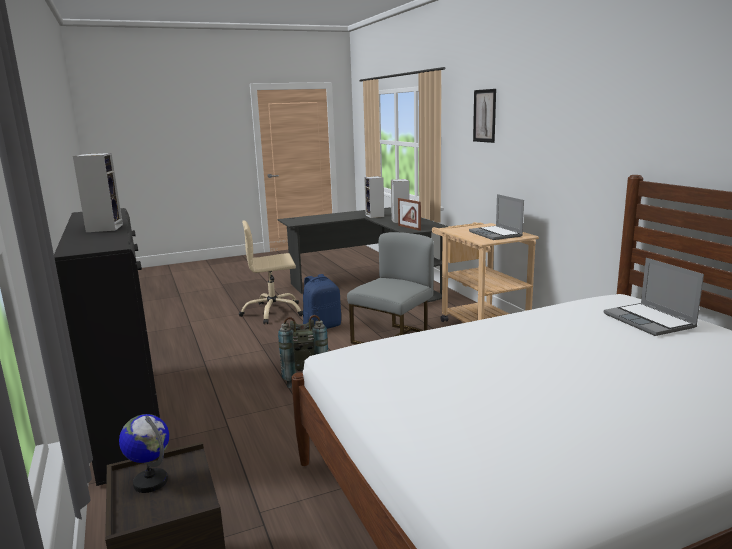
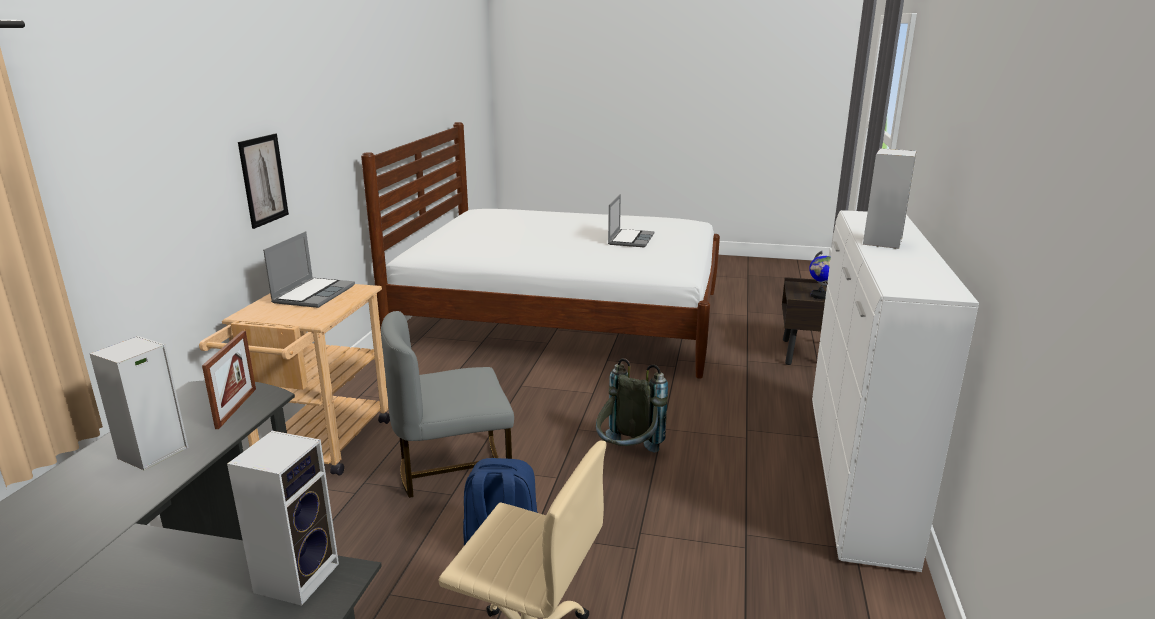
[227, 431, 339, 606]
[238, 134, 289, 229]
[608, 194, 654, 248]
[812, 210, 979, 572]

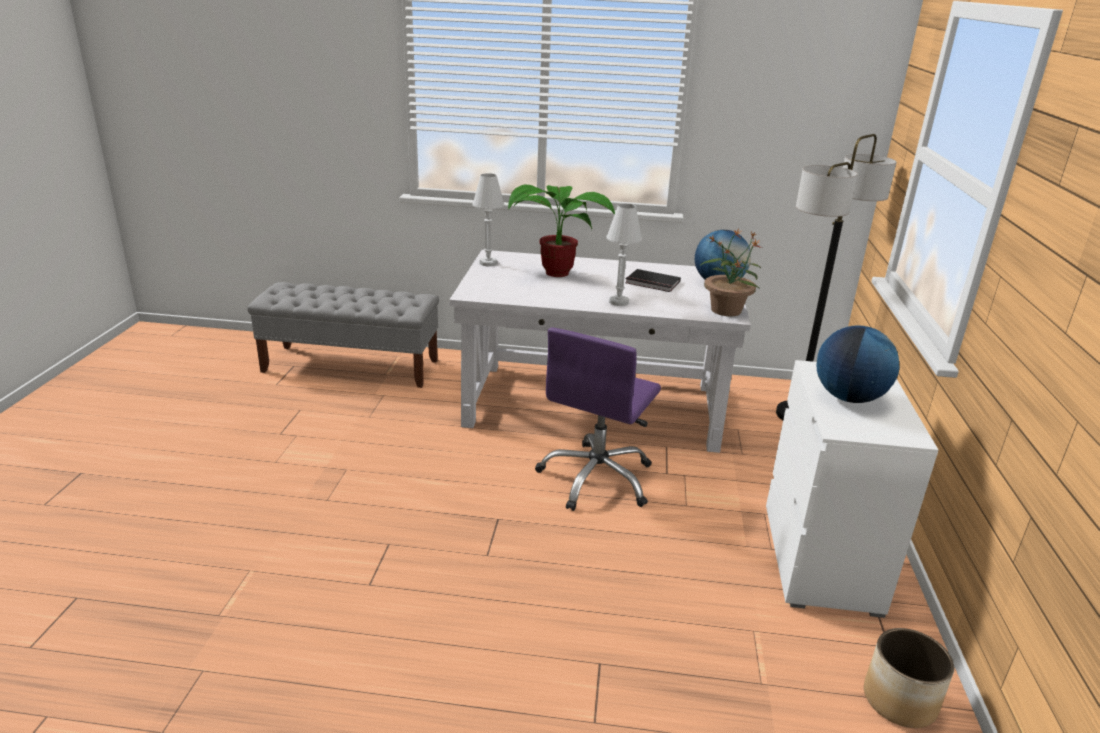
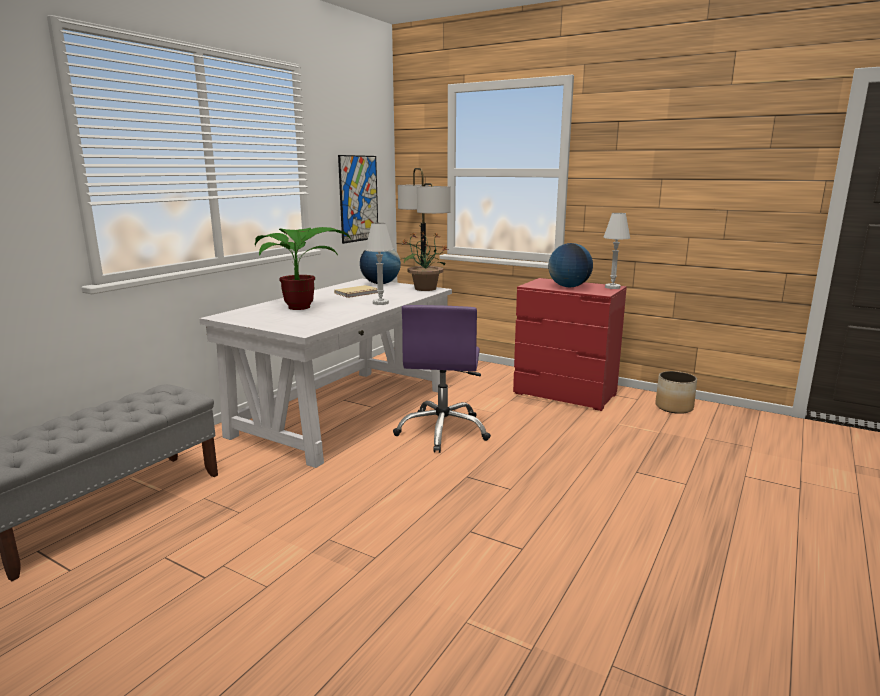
[338, 155, 378, 244]
[603, 213, 630, 289]
[334, 285, 378, 298]
[513, 278, 627, 411]
[393, 305, 491, 453]

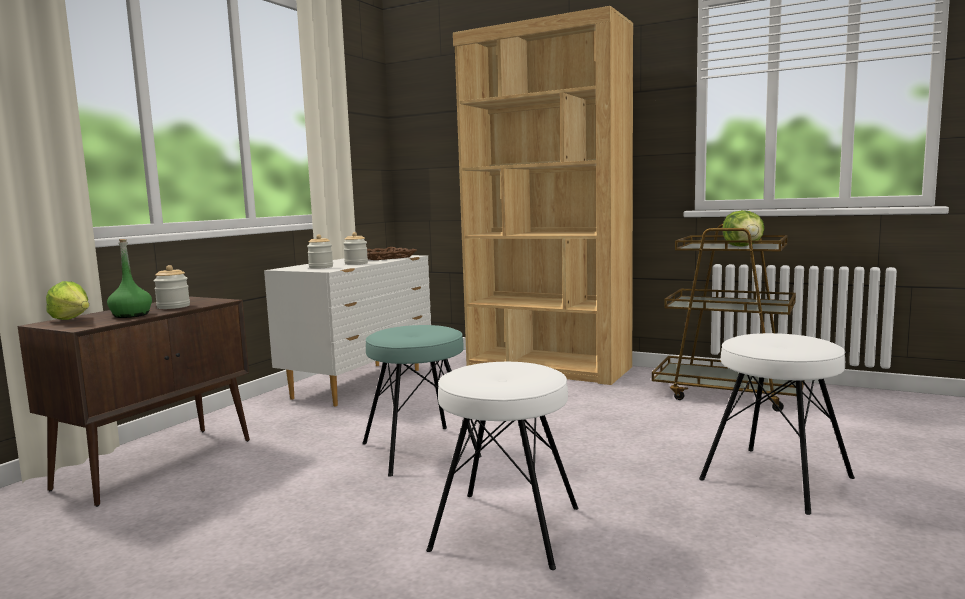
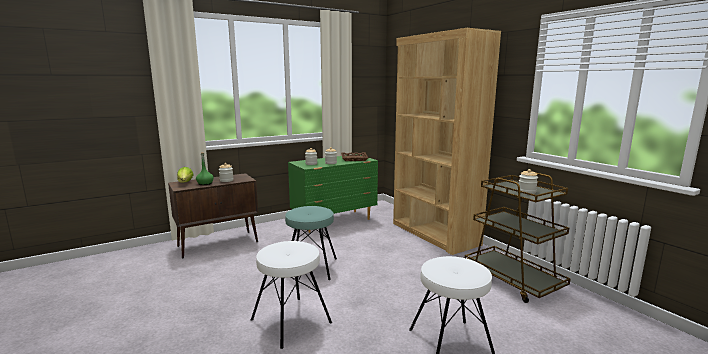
[519, 169, 538, 194]
[288, 155, 378, 233]

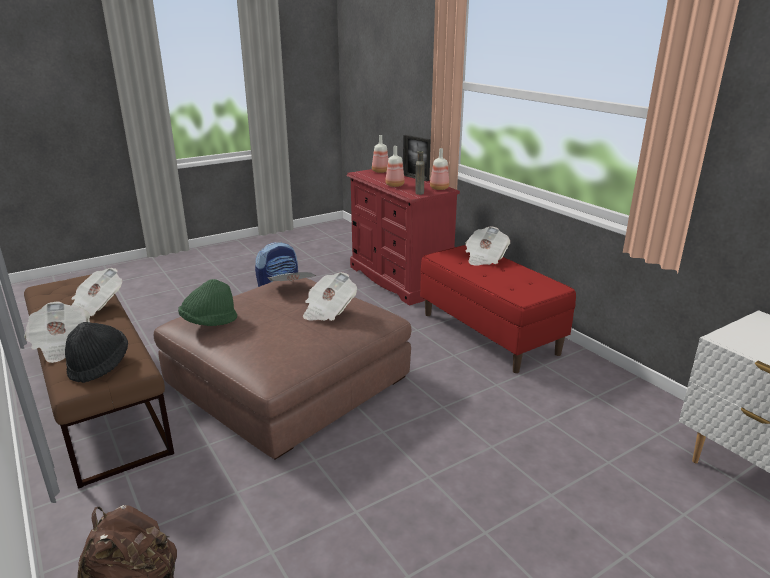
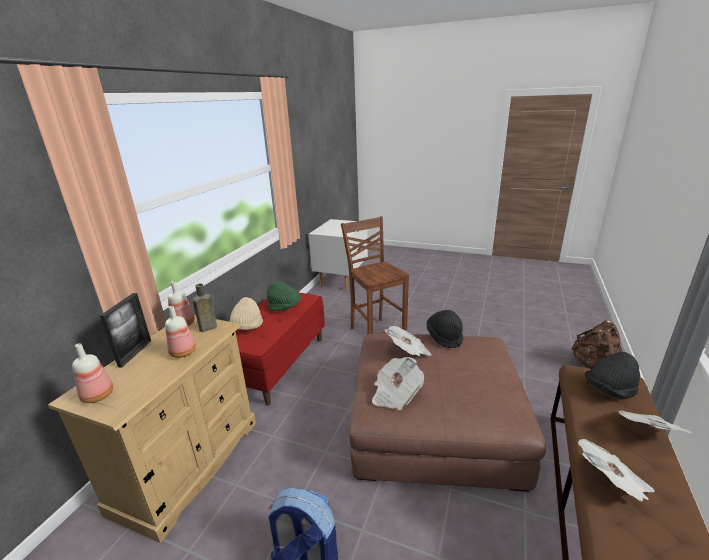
[341, 216, 409, 334]
[426, 310, 463, 348]
[267, 281, 302, 311]
[229, 297, 263, 330]
[48, 315, 256, 543]

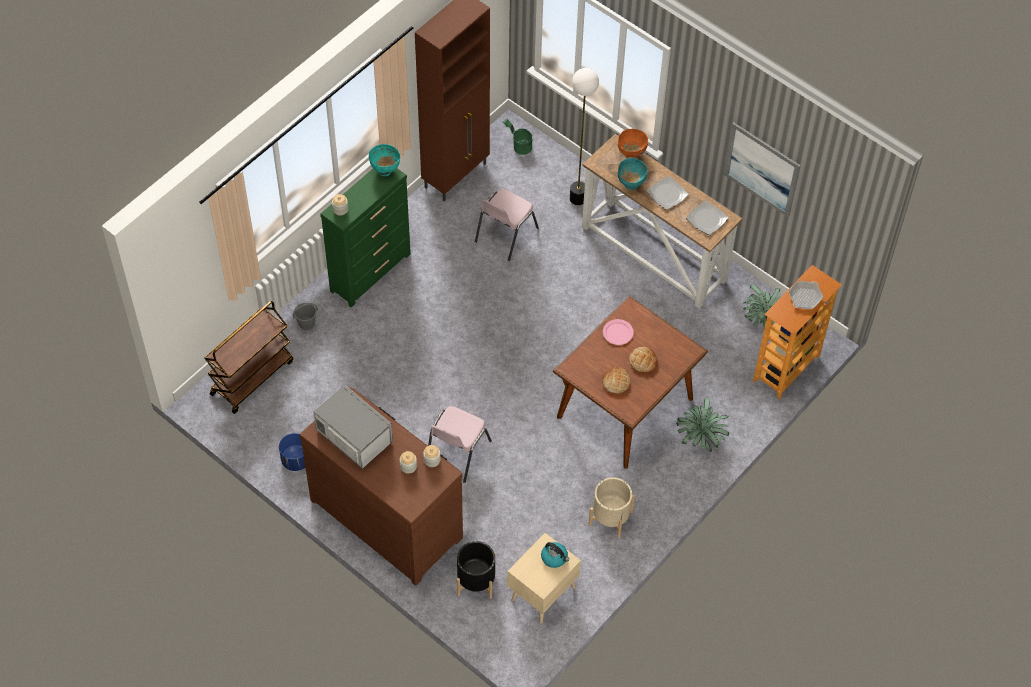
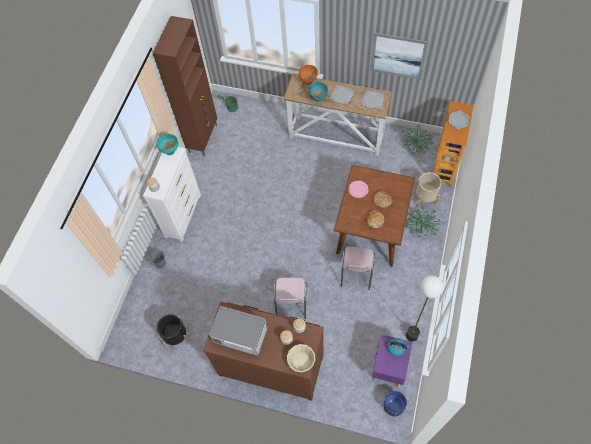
[204, 301, 293, 414] (first image)
[287, 344, 315, 372]
[383, 391, 407, 417]
[157, 314, 190, 350]
[341, 246, 375, 290]
[406, 276, 444, 342]
[415, 172, 442, 206]
[143, 147, 201, 242]
[372, 334, 413, 388]

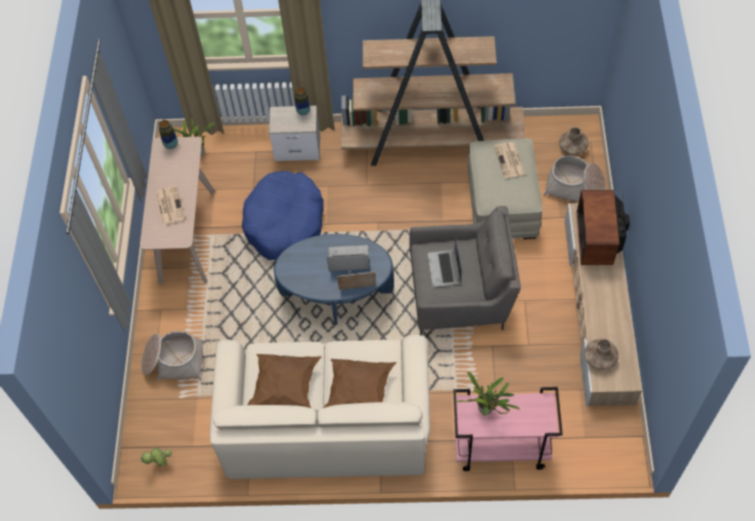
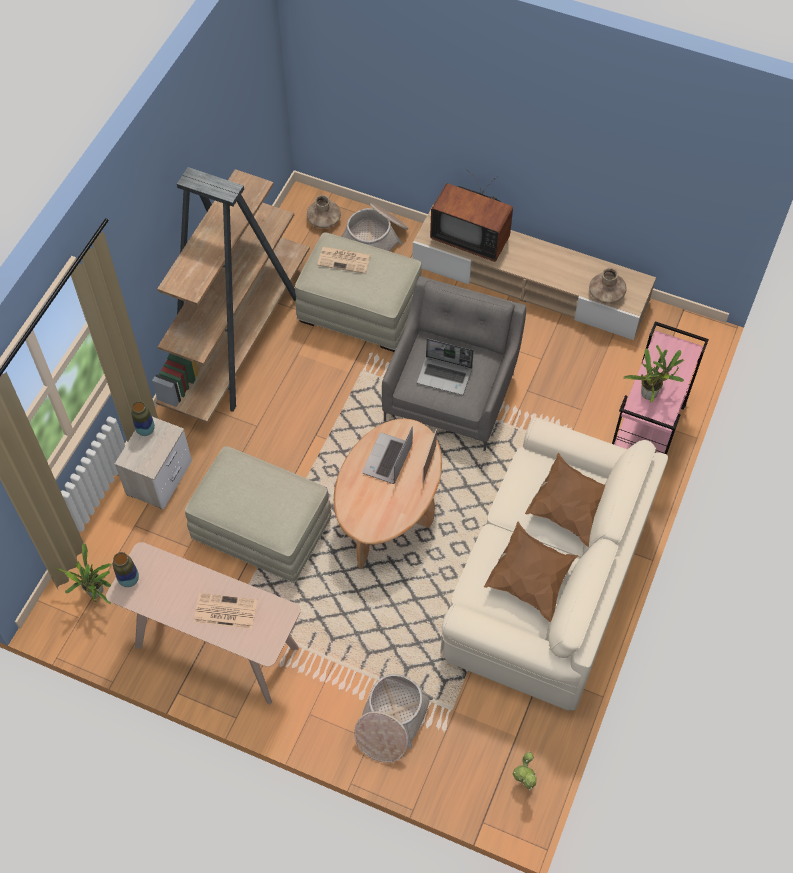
[185, 446, 332, 583]
[334, 419, 442, 569]

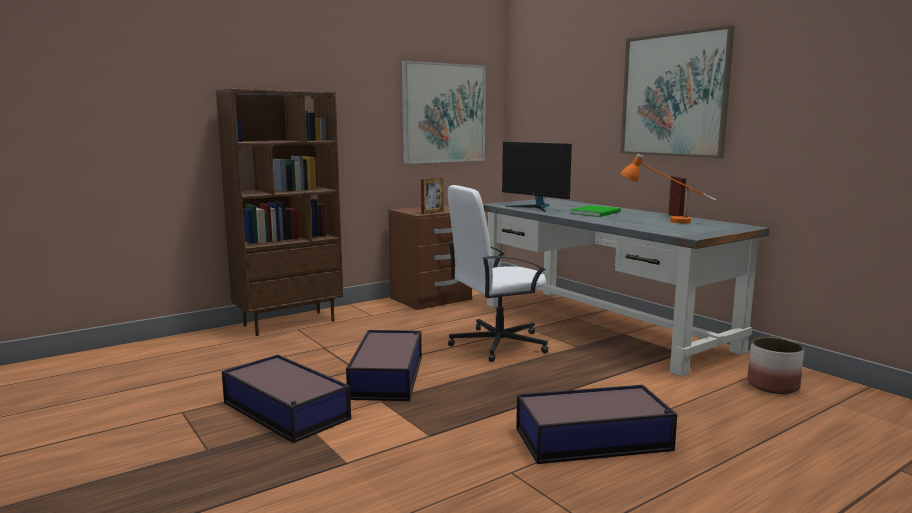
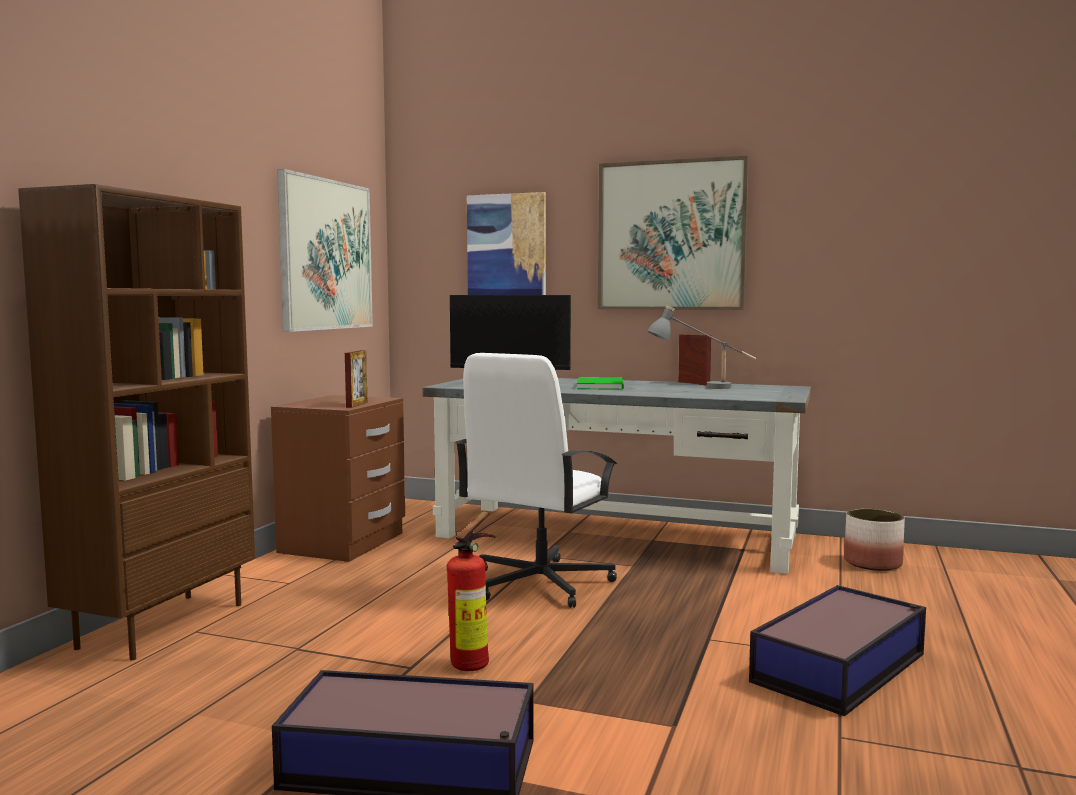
[467, 192, 546, 295]
[447, 512, 495, 671]
[647, 306, 756, 389]

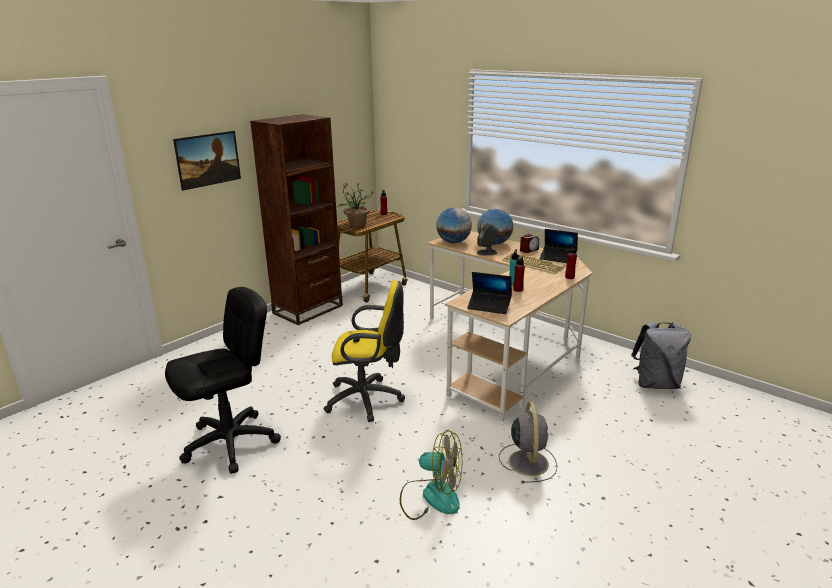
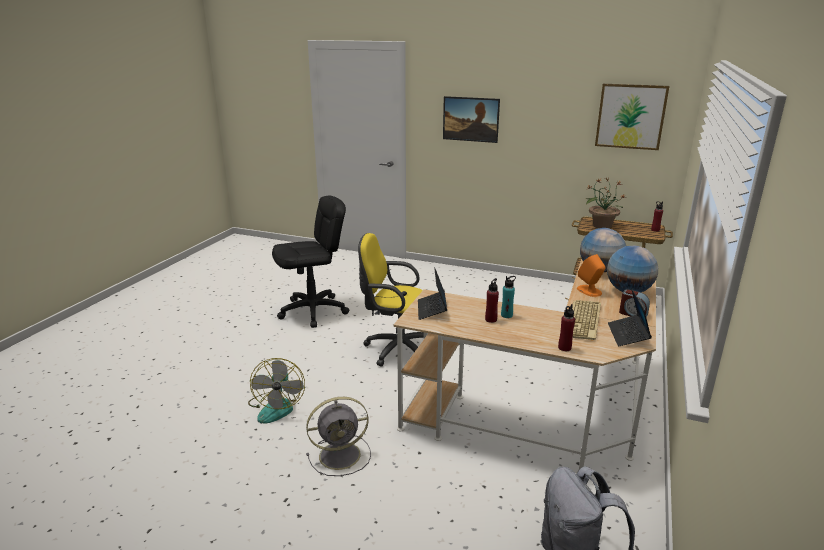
[250, 114, 343, 325] (first image)
[595, 84, 669, 150]
[577, 254, 606, 297]
[272, 196, 349, 328]
[358, 233, 424, 367]

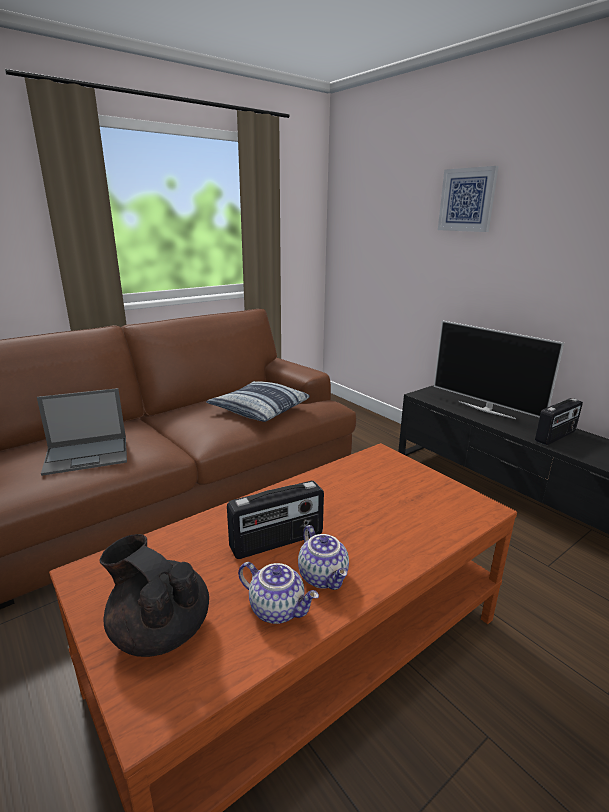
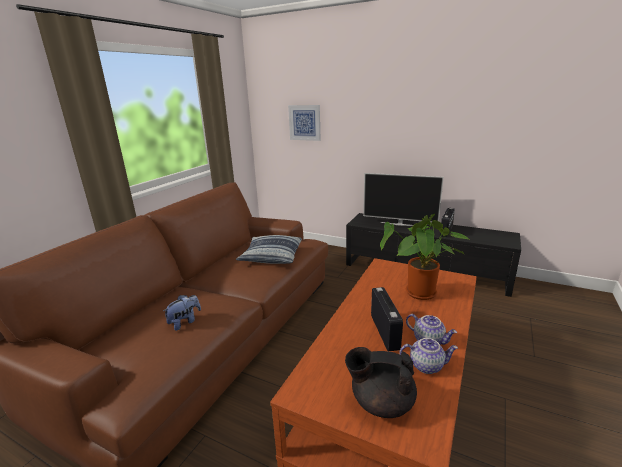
[380, 214, 471, 300]
[288, 105, 321, 141]
[163, 295, 201, 331]
[371, 287, 403, 351]

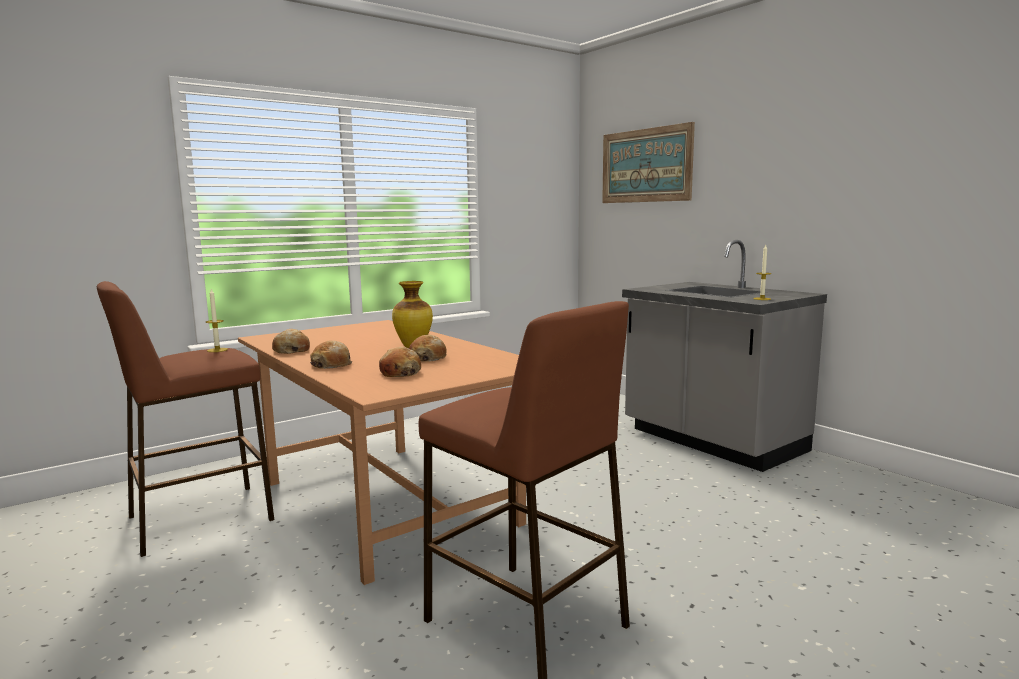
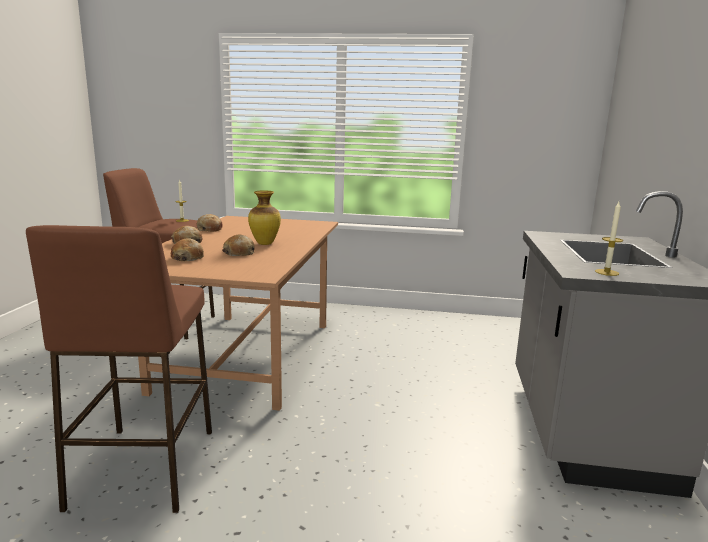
[602, 122, 695, 203] (first image)

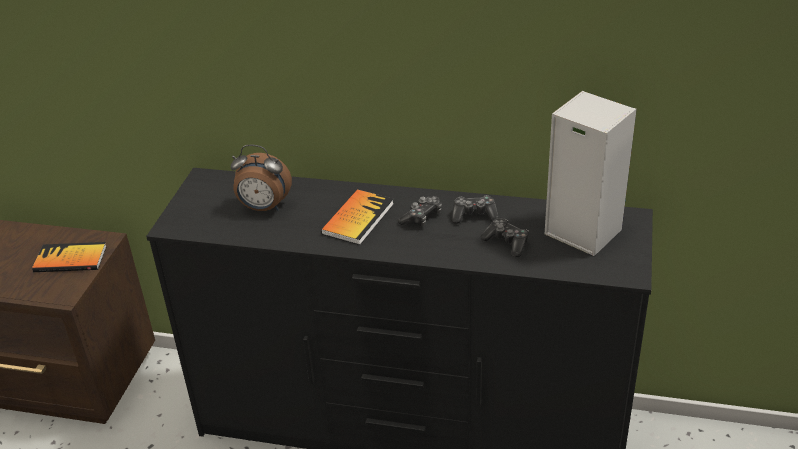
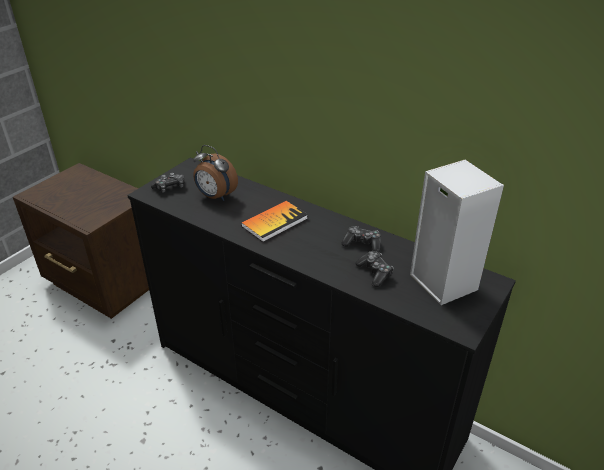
[32, 242, 107, 272] (first image)
[151, 173, 185, 193]

